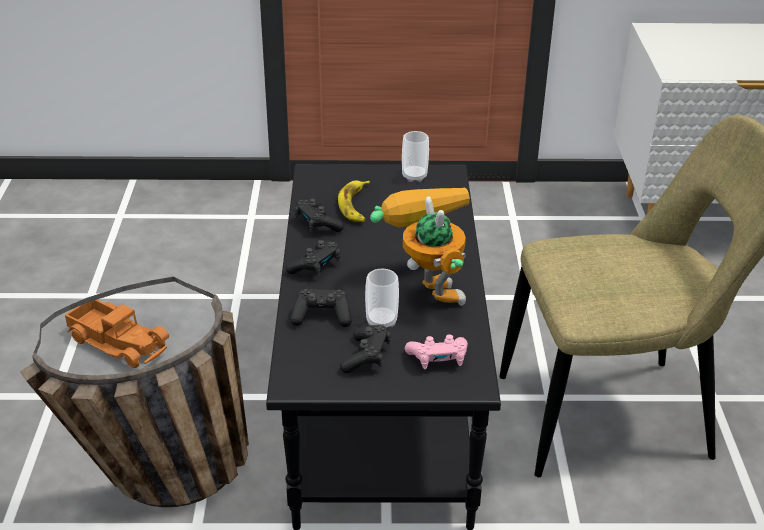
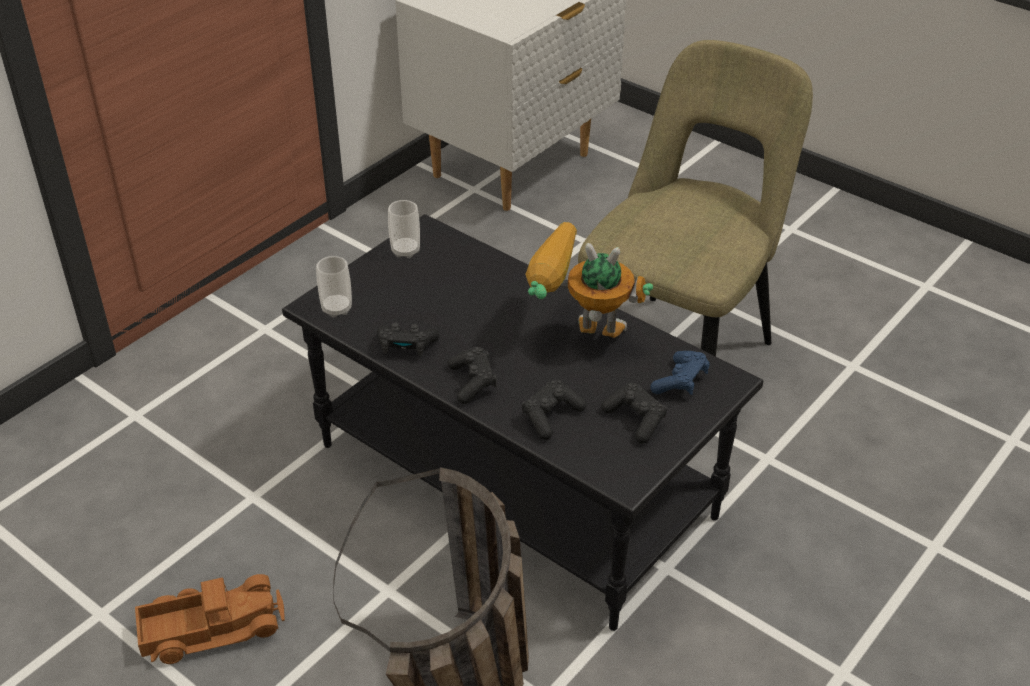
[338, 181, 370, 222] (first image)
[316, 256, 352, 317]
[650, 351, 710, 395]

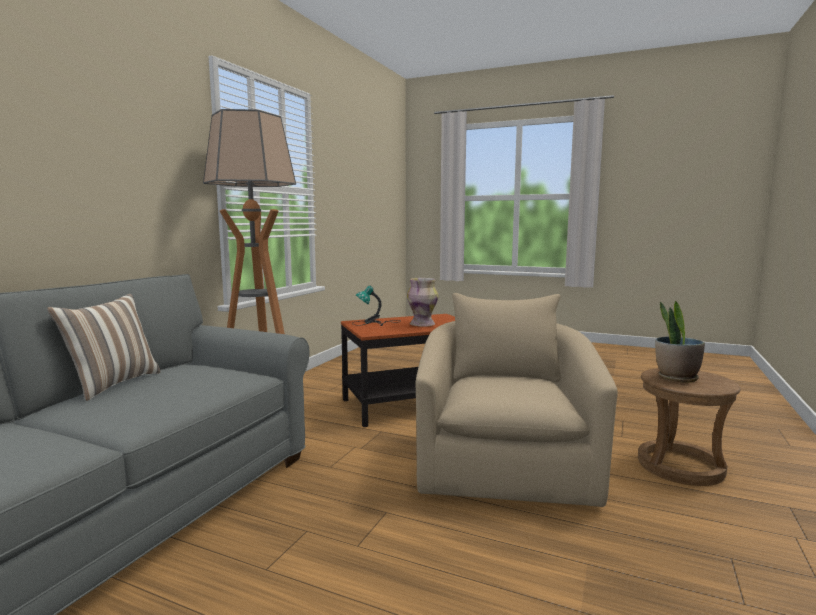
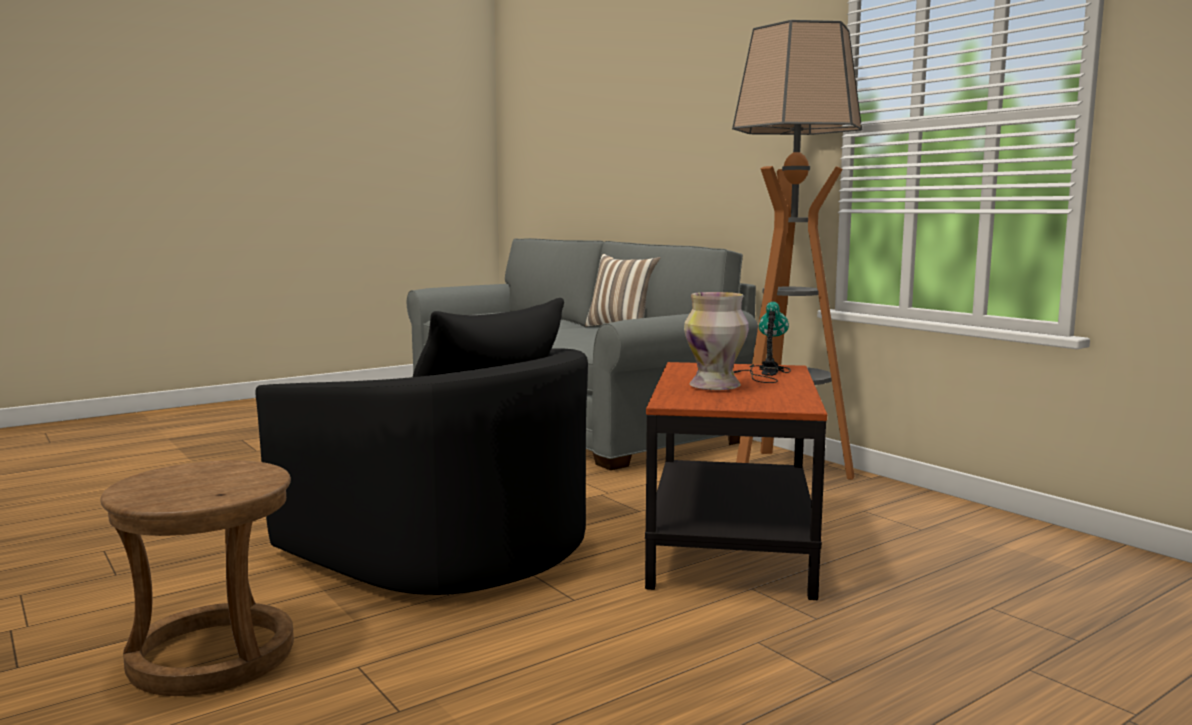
[655, 301, 705, 383] (first image)
[255, 298, 588, 595]

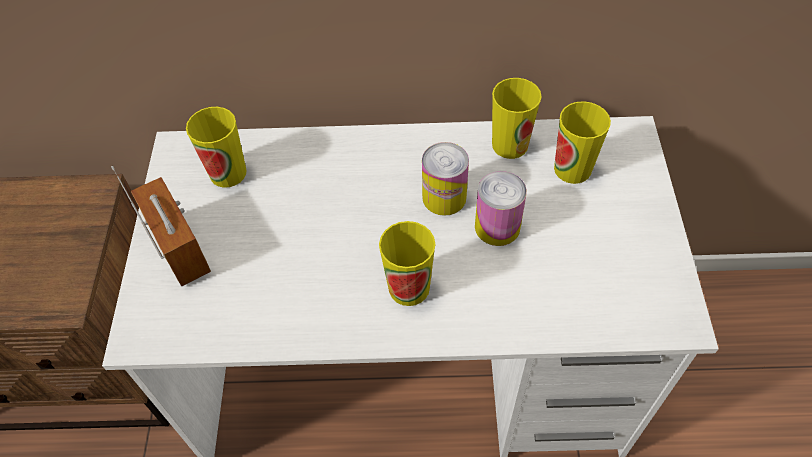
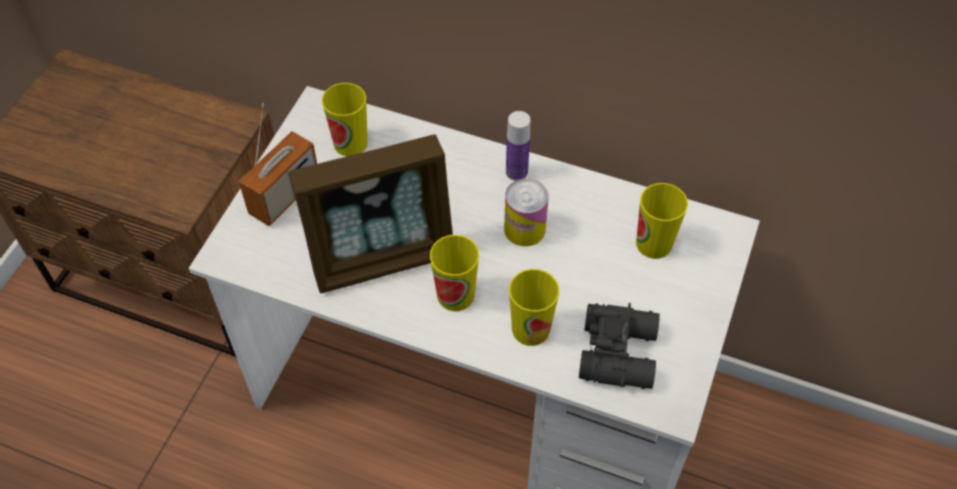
[475, 171, 527, 246] (first image)
[289, 135, 453, 293]
[506, 111, 530, 181]
[579, 303, 660, 389]
[509, 269, 559, 346]
[239, 103, 317, 226]

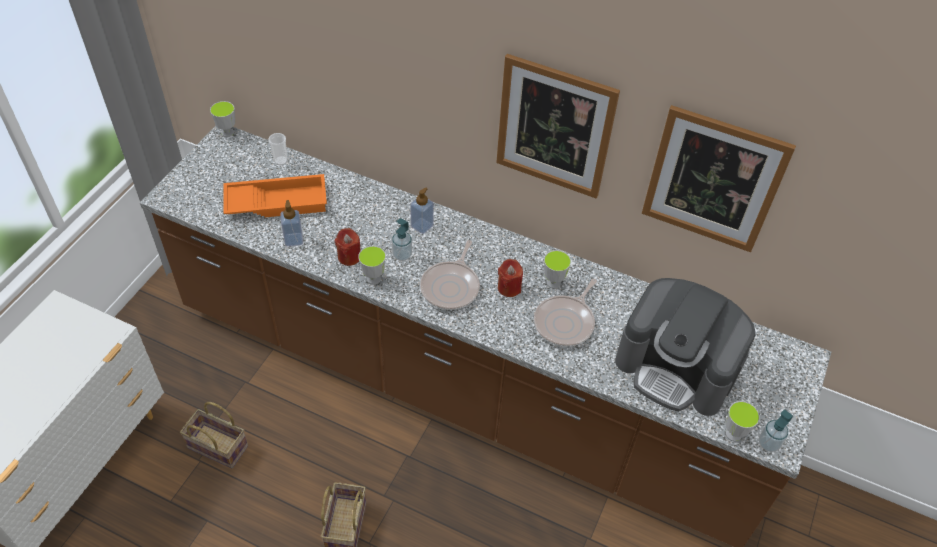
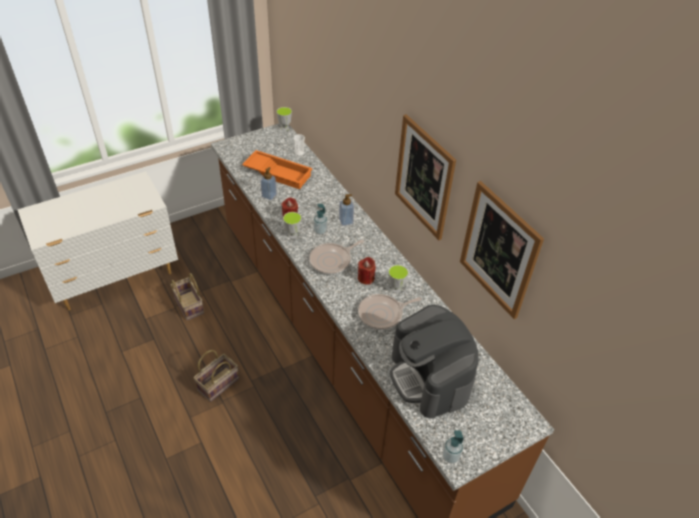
[725, 401, 760, 442] (first image)

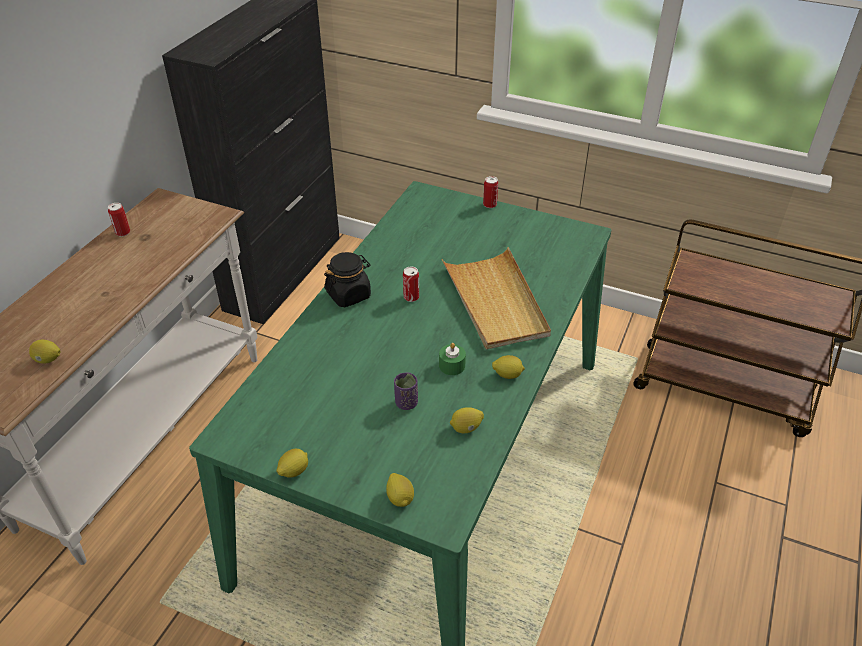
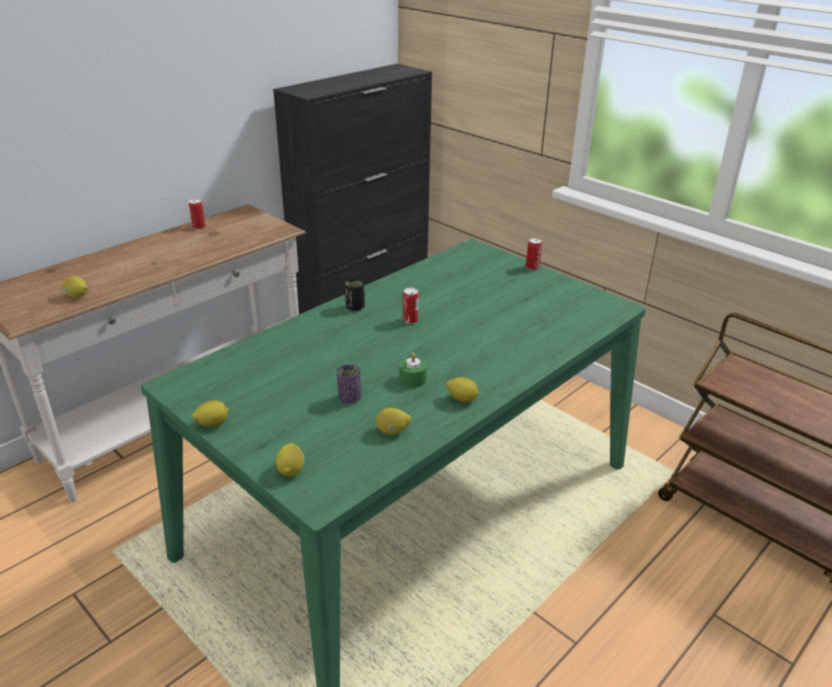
[442, 247, 551, 350] (first image)
[345, 278, 365, 311]

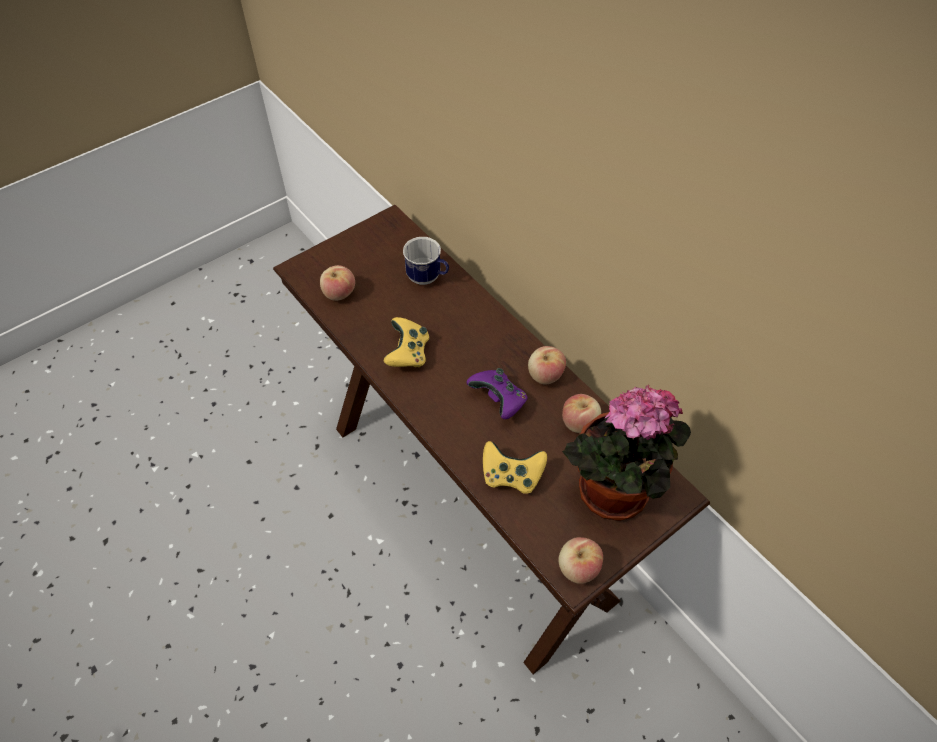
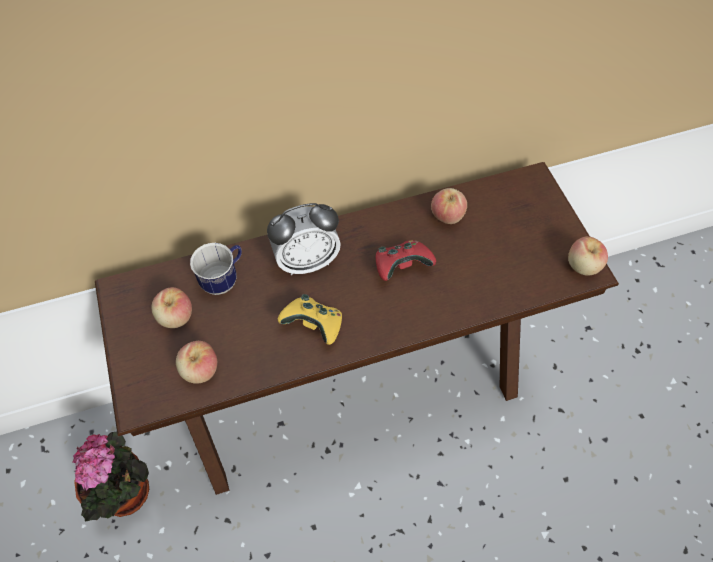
[483, 441, 547, 494] (first image)
[267, 203, 341, 275]
[152, 287, 192, 328]
[73, 432, 149, 521]
[376, 240, 436, 281]

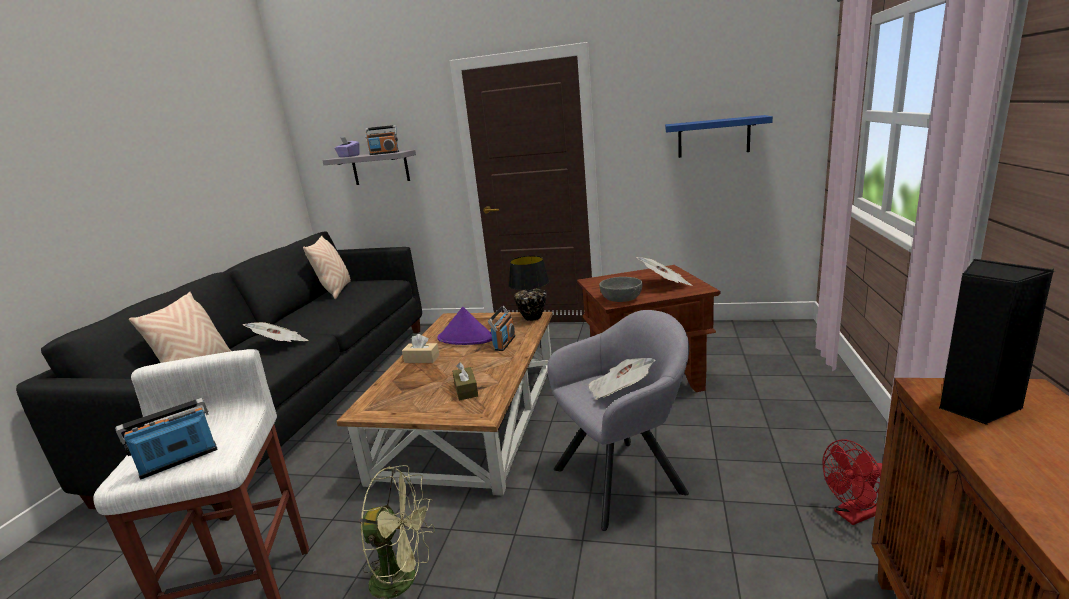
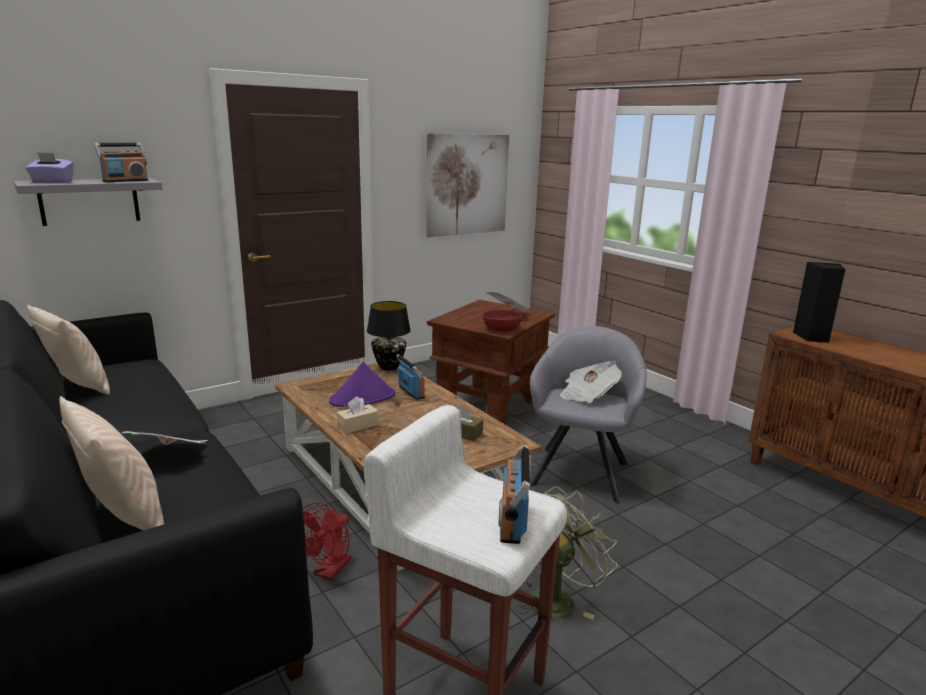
[303, 503, 351, 581]
[426, 133, 509, 237]
[483, 310, 522, 332]

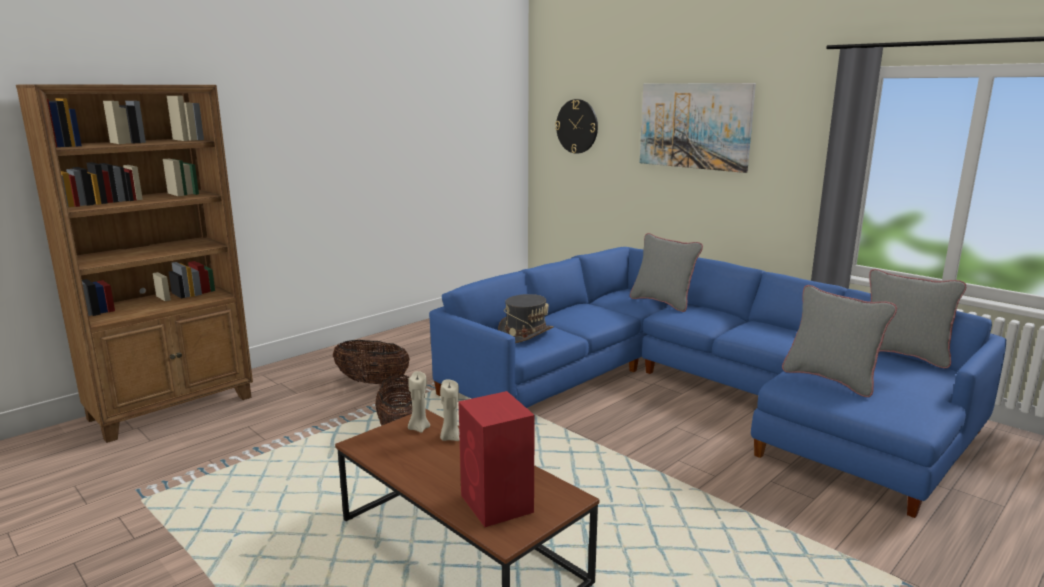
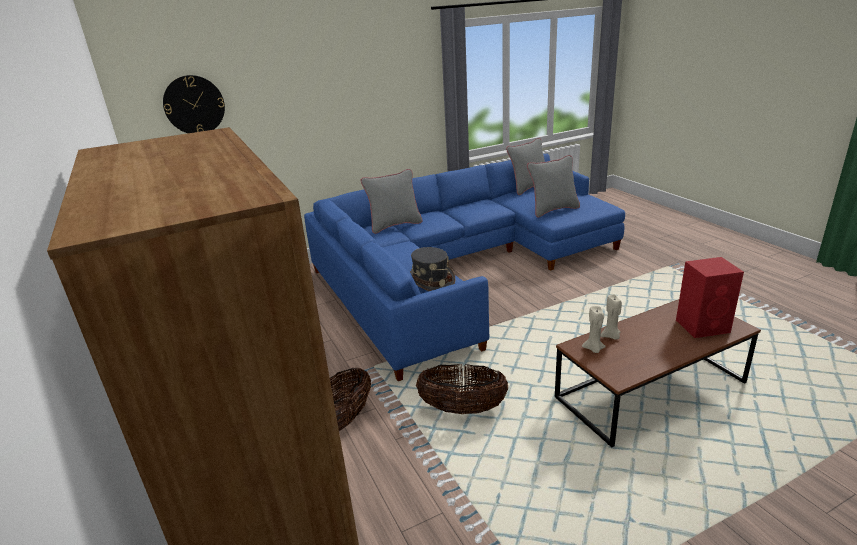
[640, 83, 756, 173] (first image)

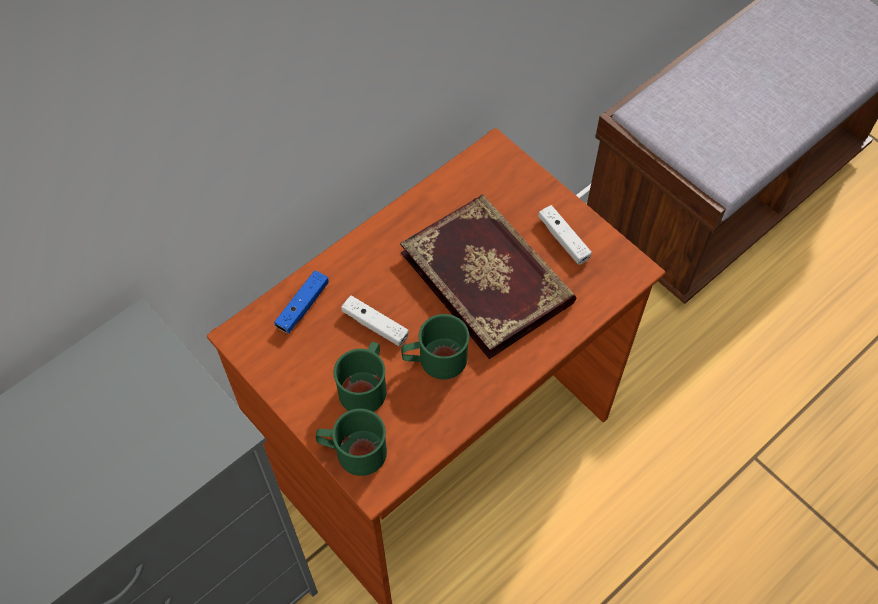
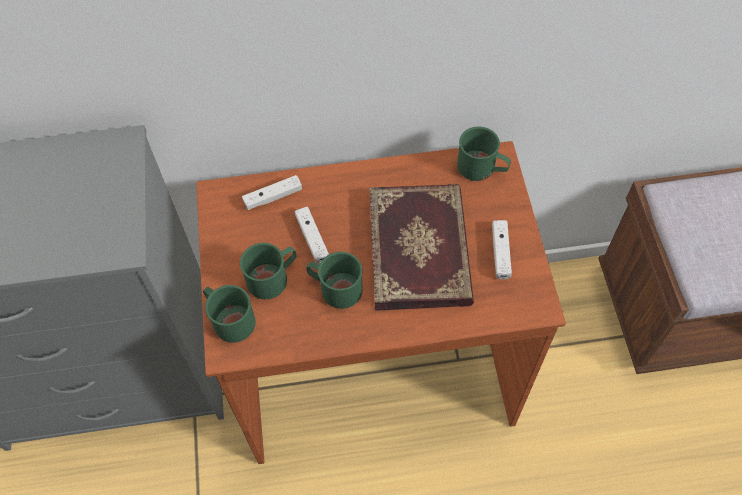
[457, 127, 511, 181]
[242, 175, 302, 210]

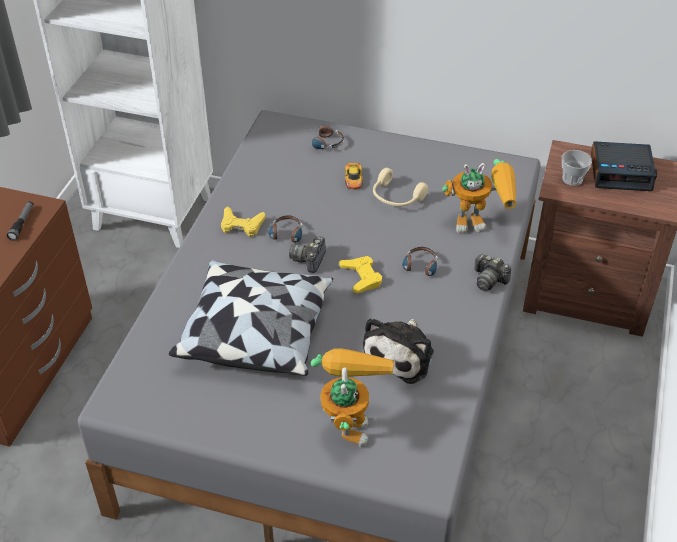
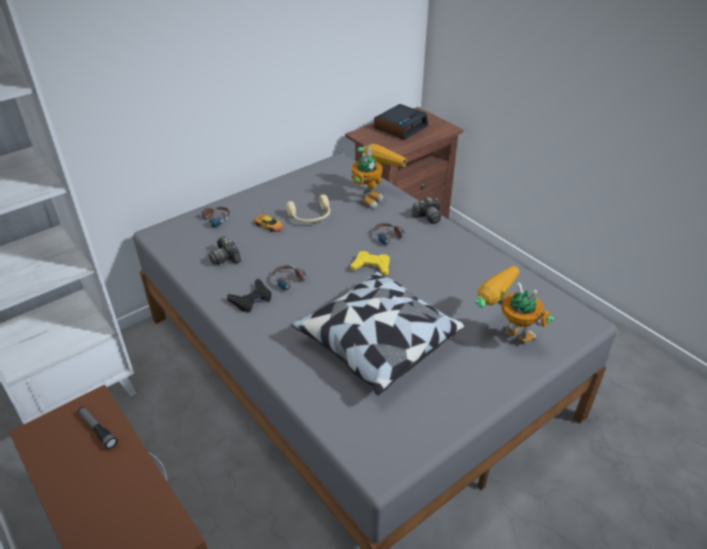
[363, 318, 434, 384] (first image)
[562, 150, 592, 186] (first image)
[209, 236, 241, 265]
[227, 279, 272, 313]

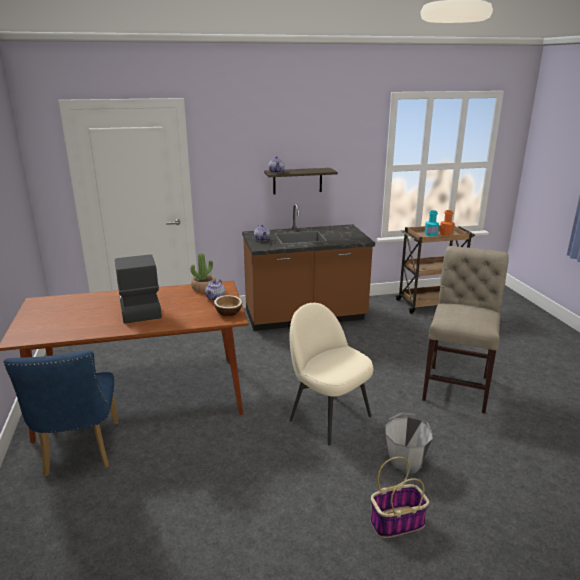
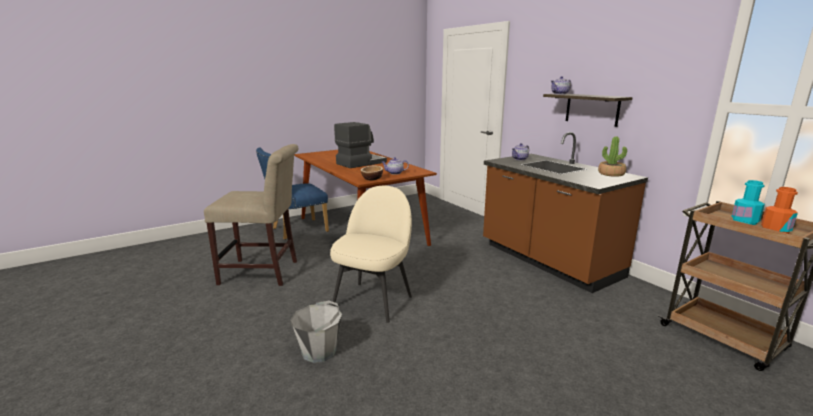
[370, 457, 429, 538] (first image)
[598, 136, 627, 177]
[204, 144, 298, 286]

